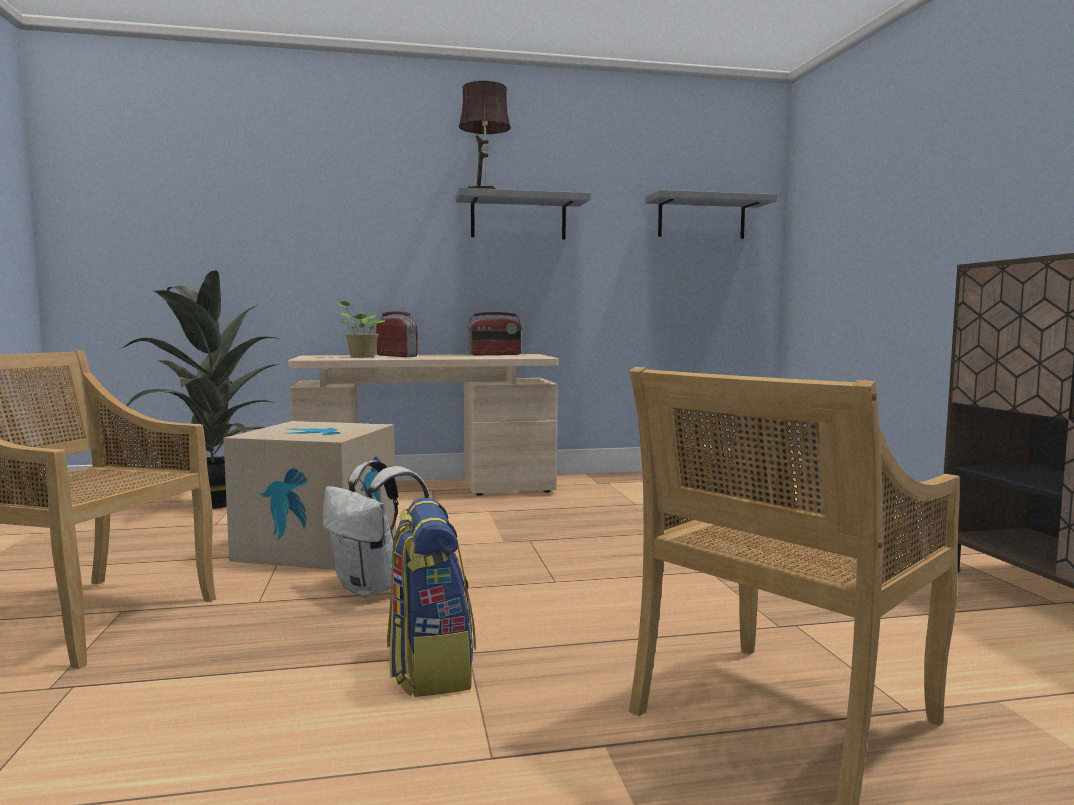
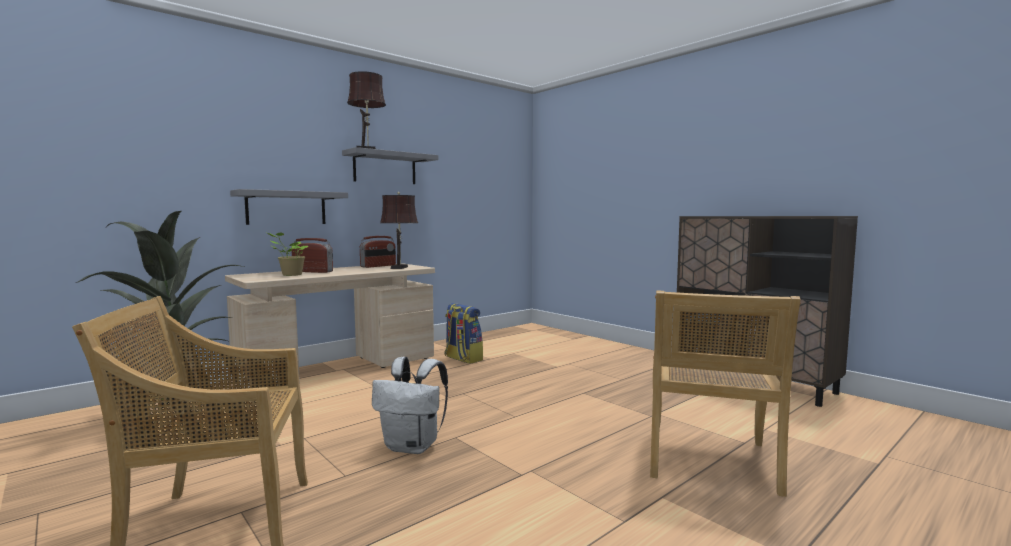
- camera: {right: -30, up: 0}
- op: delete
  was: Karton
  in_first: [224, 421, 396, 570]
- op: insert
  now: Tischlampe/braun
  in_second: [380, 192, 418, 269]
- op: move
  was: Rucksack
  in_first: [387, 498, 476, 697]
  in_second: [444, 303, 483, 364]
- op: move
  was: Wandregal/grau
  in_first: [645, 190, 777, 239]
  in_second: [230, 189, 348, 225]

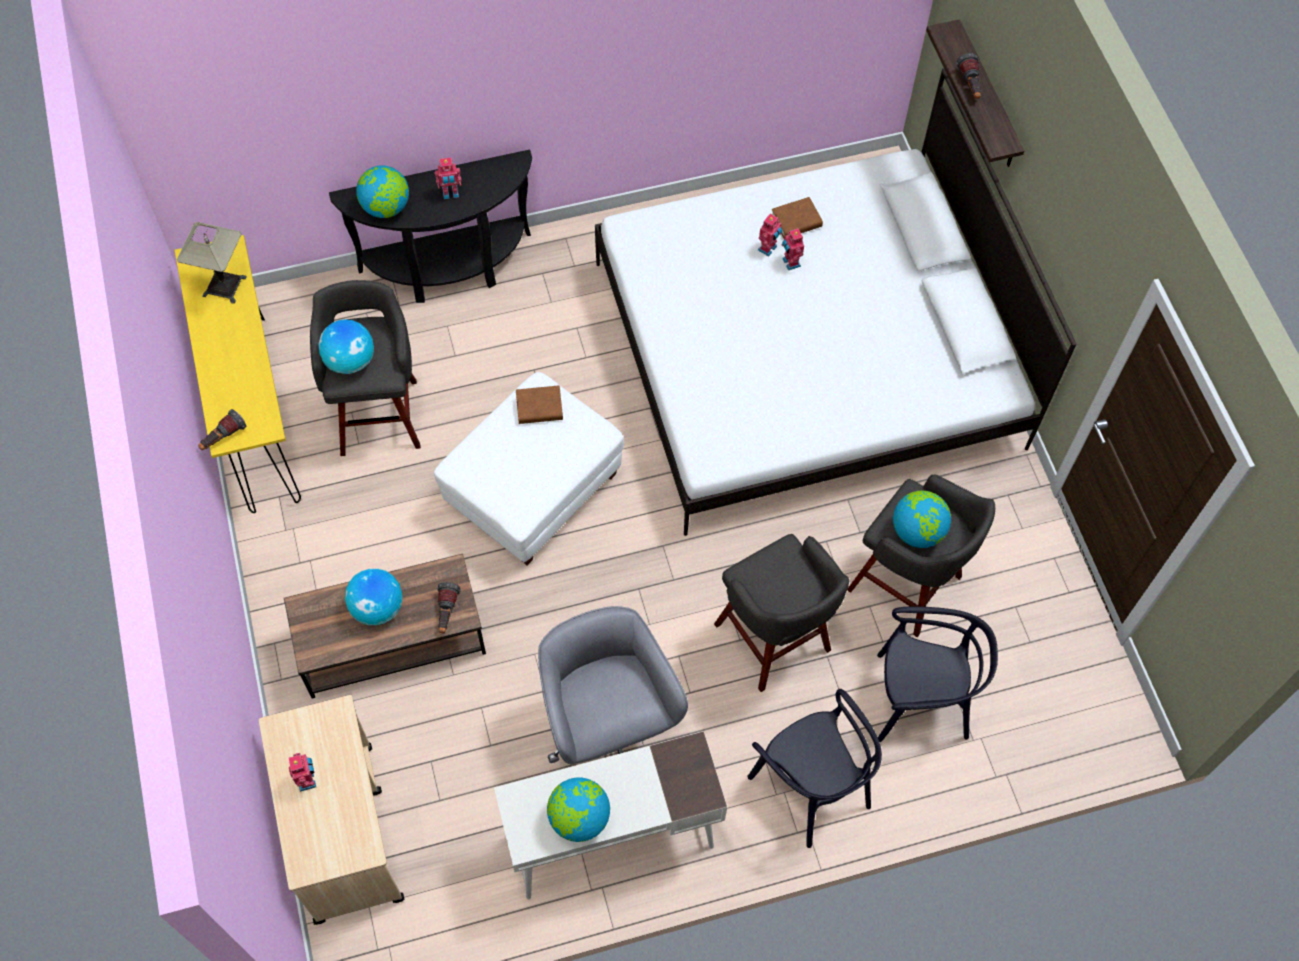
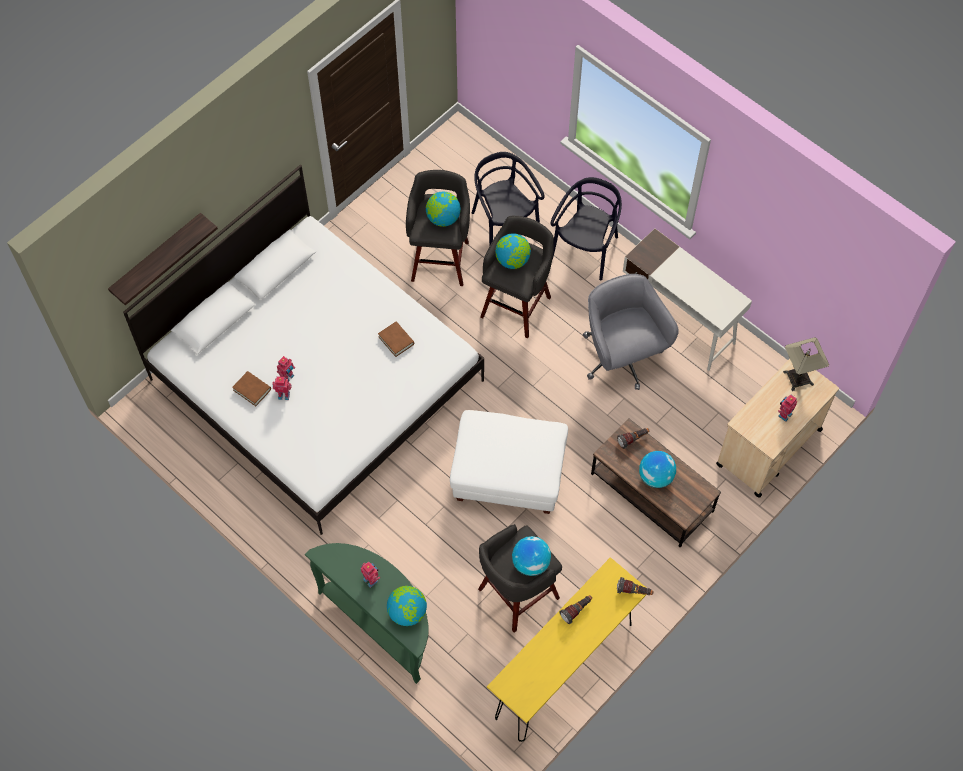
- camera: {right: -120, up: 0}
- op: move
  was: Tischlampe
  in_first: [177, 222, 247, 304]
  in_second: [783, 337, 829, 391]
- op: move
  was: Buch/braun
  in_first: [516, 385, 563, 424]
  in_second: [378, 322, 414, 357]
- op: move
  was: Globus
  in_first: [547, 778, 610, 842]
  in_second: [495, 234, 531, 269]
- op: move
  was: Taschenlampe
  in_first: [956, 53, 981, 99]
  in_second: [560, 595, 592, 624]
- op: recolor
  was: Konsolentisch/schwarz
  now: Konsolentisch/grün
  in_first: [329, 149, 532, 303]
  in_second: [305, 543, 429, 684]
- op: rotate
  was: Bürostuhl/grau
  in_first: [538, 606, 688, 765]
  in_second: [583, 274, 679, 390]
  clockwise: 120

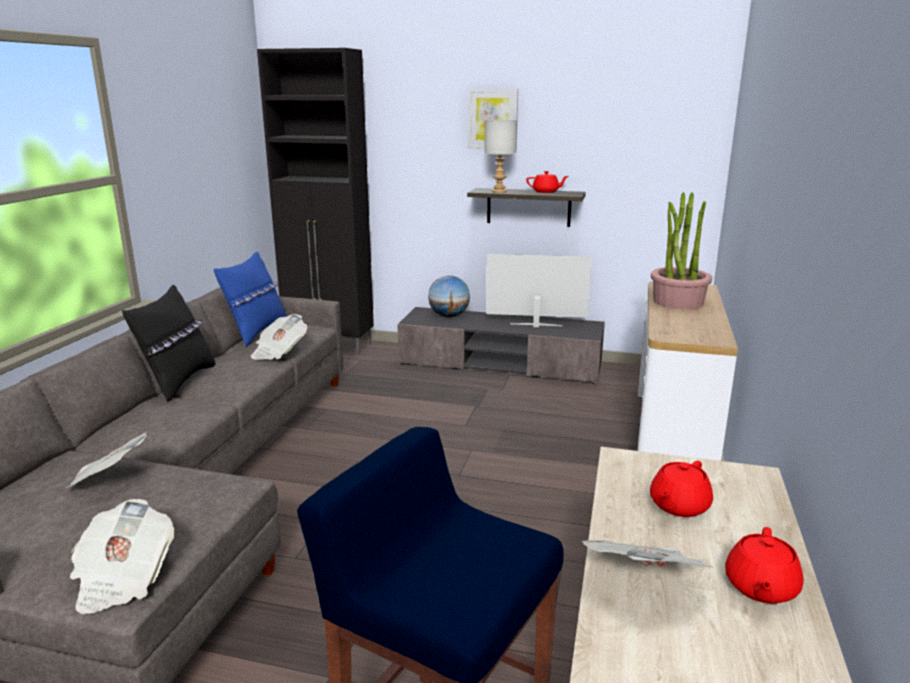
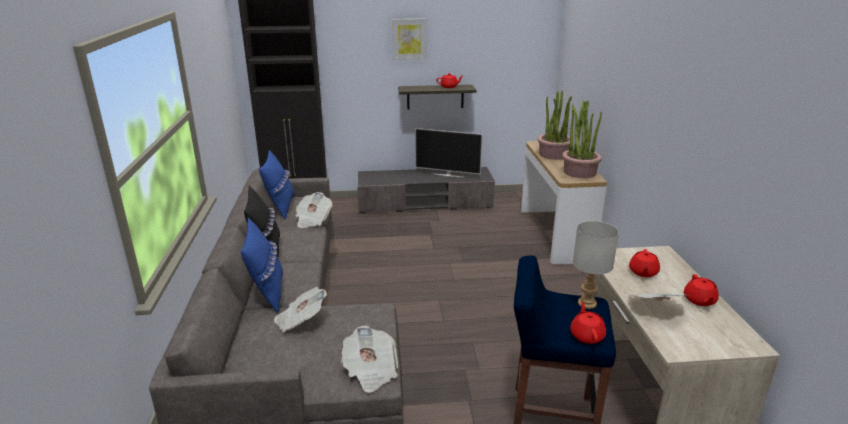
- camera: {right: -20, up: 5}
- op: delete
  was: Globus
  in_first: [428, 275, 470, 317]
- op: insert
  now: Kissen/blau
  in_second: [241, 218, 283, 313]
- op: insert
  now: Topfpflanze
  in_second: [562, 100, 602, 178]
- op: insert
  now: Teekanne/rot
  in_second: [570, 302, 606, 344]
- op: move
  was: Tischlampe/grau
  in_first: [484, 120, 517, 193]
  in_second: [573, 221, 619, 309]
- op: rotate
  was: Fernseher
  in_first: [486, 254, 592, 327]
  in_second: [415, 128, 483, 177]
  clockwise: -150

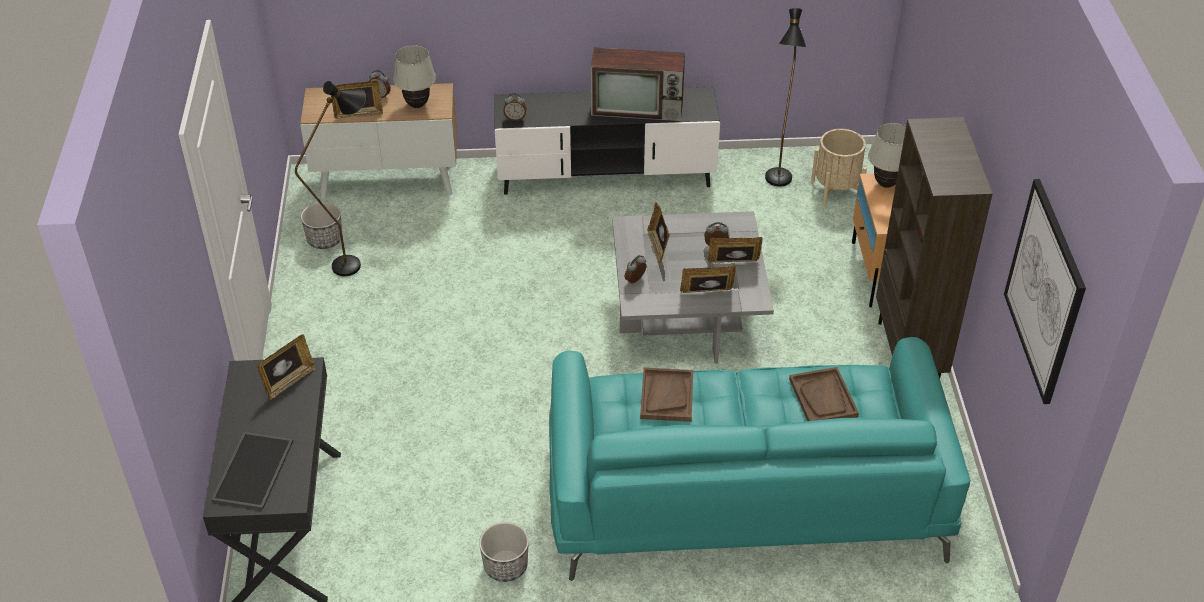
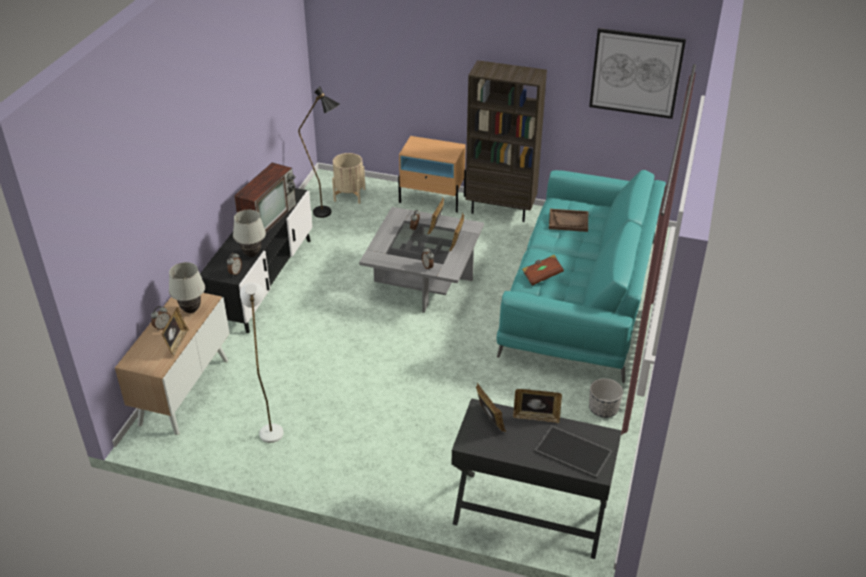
- camera: {right: -70, up: -5}
- op: delete
  was: Pflanzkübel
  in_first: [301, 202, 342, 249]
- op: move
  was: Bilderrahmen
  in_first: [647, 202, 670, 263]
  in_second: [513, 389, 562, 423]
- op: move
  was: Tischlampe/weiß
  in_first: [868, 123, 906, 188]
  in_second: [233, 209, 266, 257]
- op: replace
  was: Tablett/braun
  now: Buch/braun
  in_first: [640, 368, 693, 422]
  in_second: [522, 255, 564, 286]
- op: recolor
  was: Stehlampe/schwarz
  now: Stehlampe/weiß
  in_first: [295, 81, 366, 276]
  in_second: [240, 283, 284, 443]

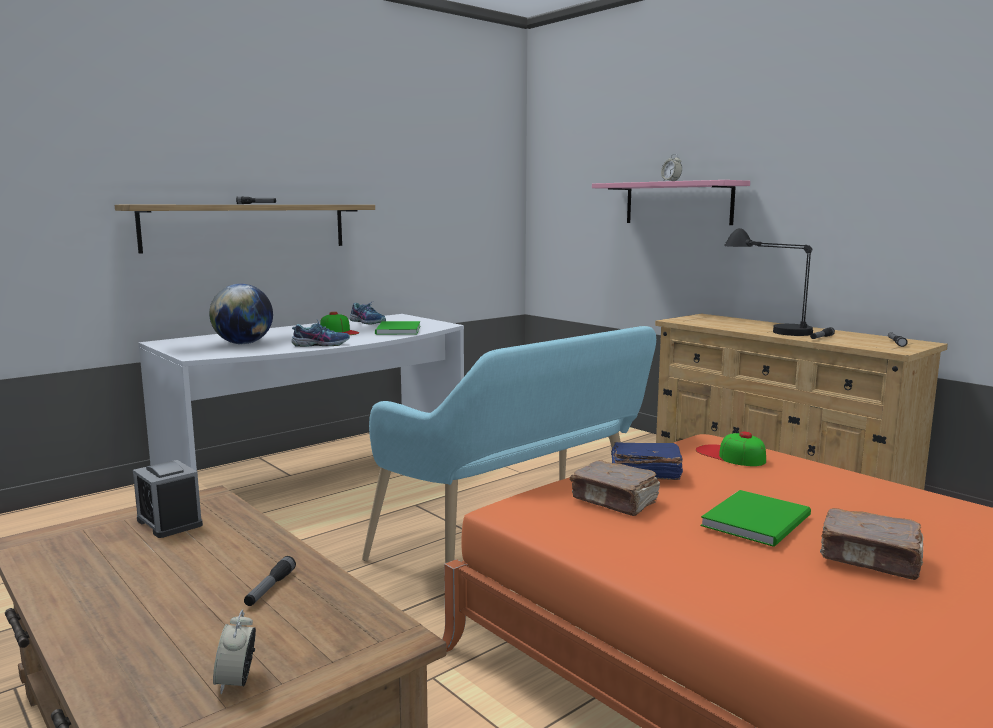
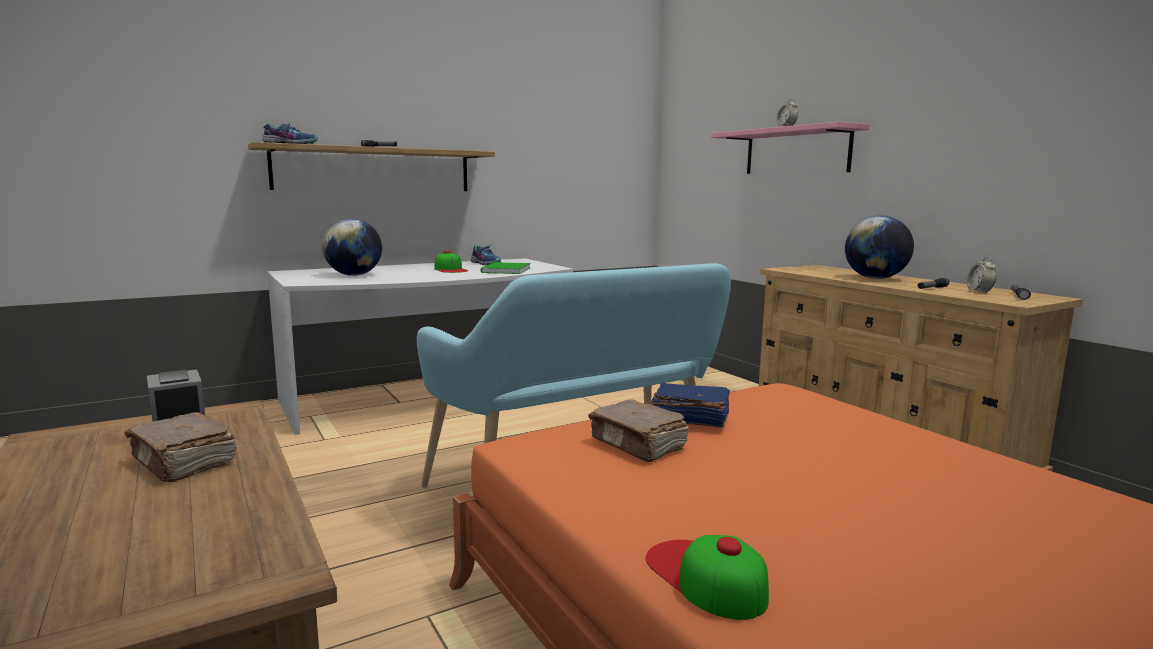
- camera: {right: 10, up: 0}
- op: delete
  was: Taschenlampe
  in_first: [244, 556, 296, 606]
- op: delete
  was: Buch/grün
  in_first: [701, 490, 811, 547]
- op: move
  was: Wecker
  in_first: [213, 609, 256, 694]
  in_second: [967, 257, 996, 293]
- op: move
  was: Schuh
  in_first: [292, 319, 350, 347]
  in_second: [262, 123, 318, 144]
- op: move
  was: Kappe
  in_first: [696, 431, 766, 466]
  in_second: [646, 535, 769, 620]
- op: move
  was: Buch/braun
  in_first: [820, 508, 924, 580]
  in_second: [125, 412, 238, 482]
- op: replace
  was: Tischlampe/schwarz
  now: Globus
  in_first: [724, 228, 813, 336]
  in_second: [845, 215, 914, 279]

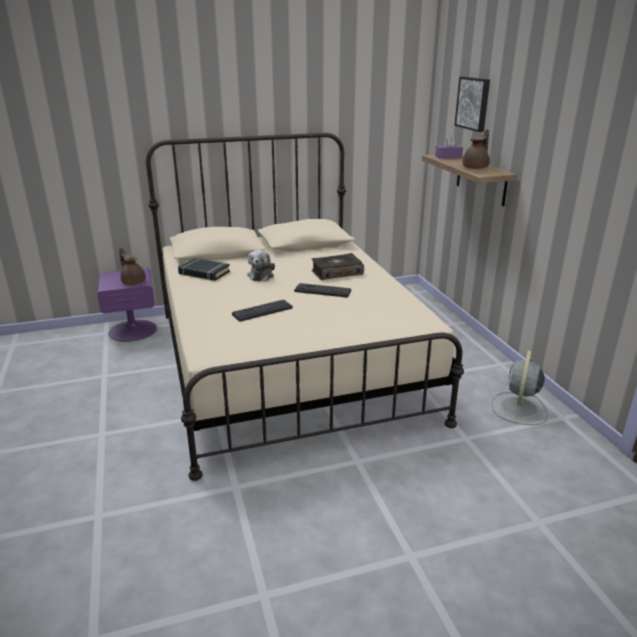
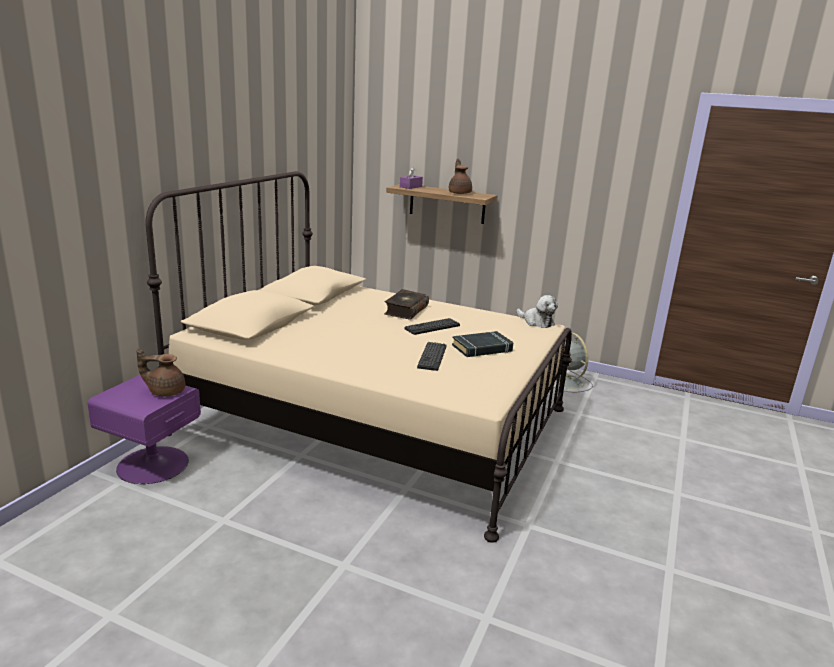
- camera: {right: -50, up: -5}
- op: delete
  was: Bild
  in_first: [454, 77, 490, 132]
- op: move
  was: Buch/schwarz
  in_first: [178, 258, 230, 281]
  in_second: [452, 331, 513, 357]
- op: move
  was: Plüschtier
  in_first: [247, 250, 275, 281]
  in_second: [517, 295, 558, 328]

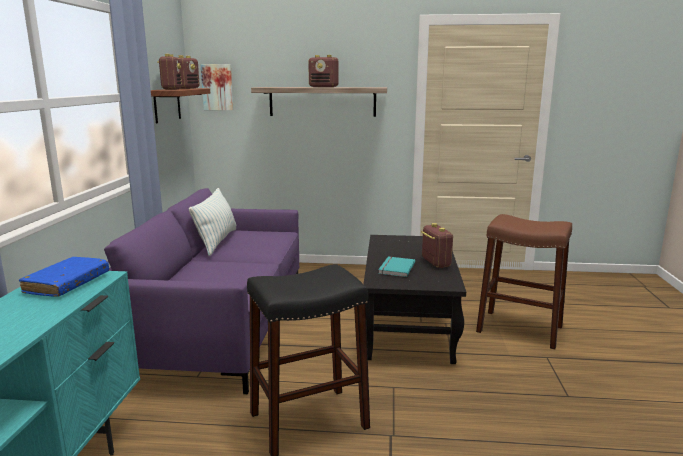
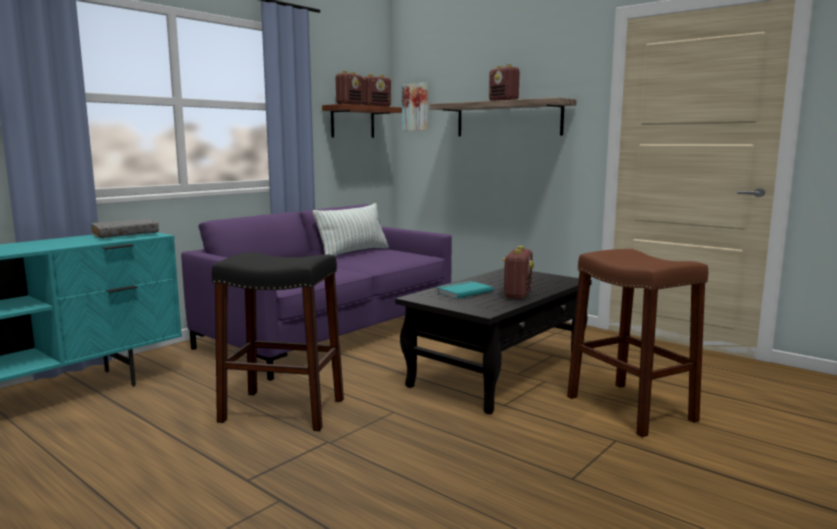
- camera: {right: 35, up: -5}
- op: recolor
  was: Buch/blau
  now: Buch/grau
  in_first: [19, 257, 109, 297]
  in_second: [91, 218, 159, 238]

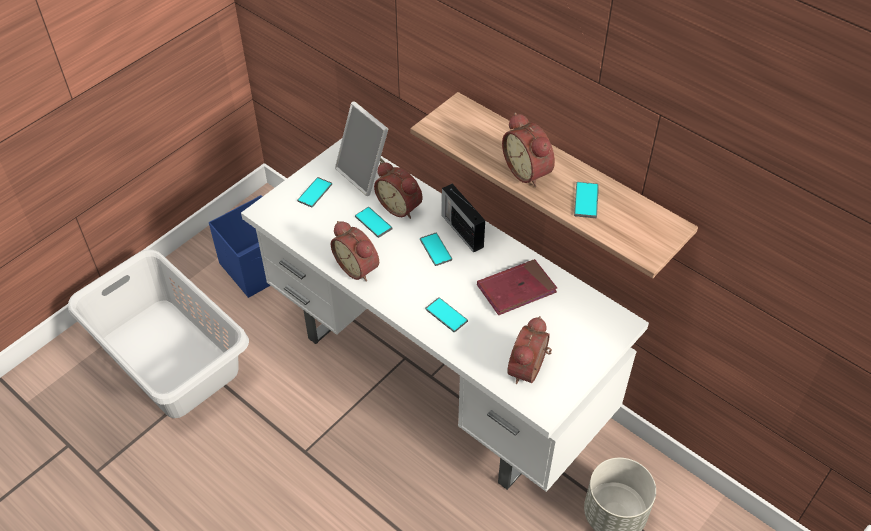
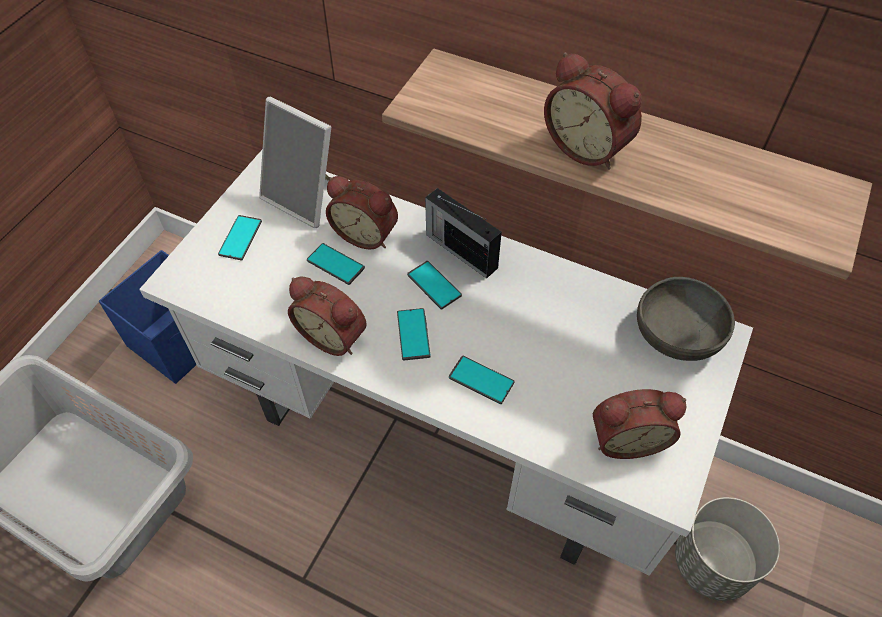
- camera: {right: -15, up: 5}
- op: delete
  was: Buch/rot
  in_first: [477, 259, 557, 315]
- op: insert
  now: Schüssel/grau
  in_second: [637, 277, 735, 361]
- op: move
  was: Handy
  in_first: [574, 182, 599, 218]
  in_second: [397, 308, 431, 361]
- op: rotate
  was: Wecker
  in_first: [507, 316, 552, 384]
  in_second: [593, 389, 687, 459]
  clockwise: -105

